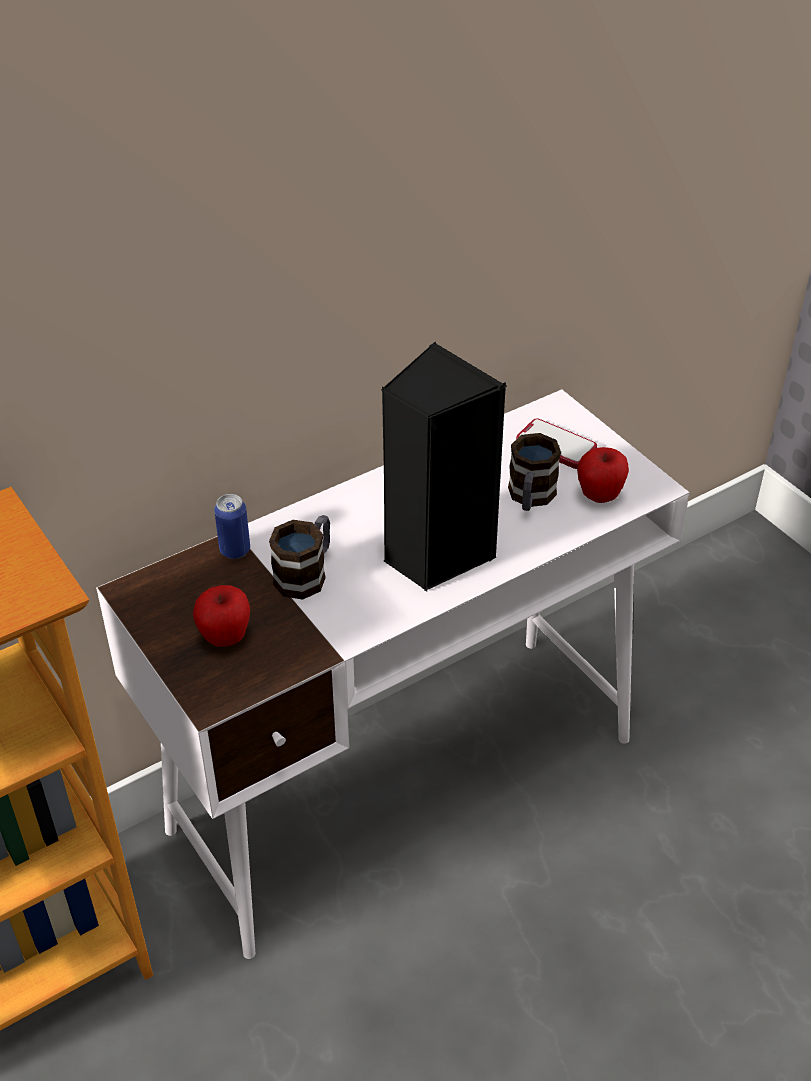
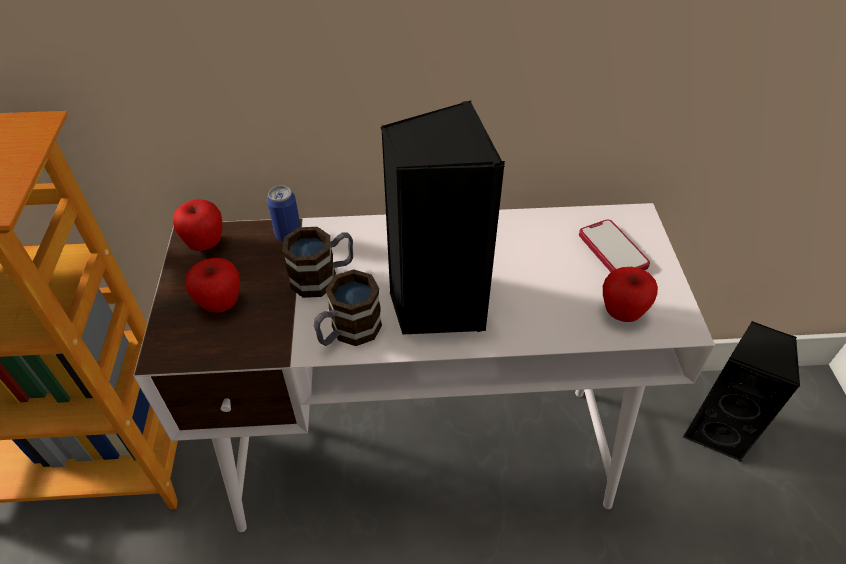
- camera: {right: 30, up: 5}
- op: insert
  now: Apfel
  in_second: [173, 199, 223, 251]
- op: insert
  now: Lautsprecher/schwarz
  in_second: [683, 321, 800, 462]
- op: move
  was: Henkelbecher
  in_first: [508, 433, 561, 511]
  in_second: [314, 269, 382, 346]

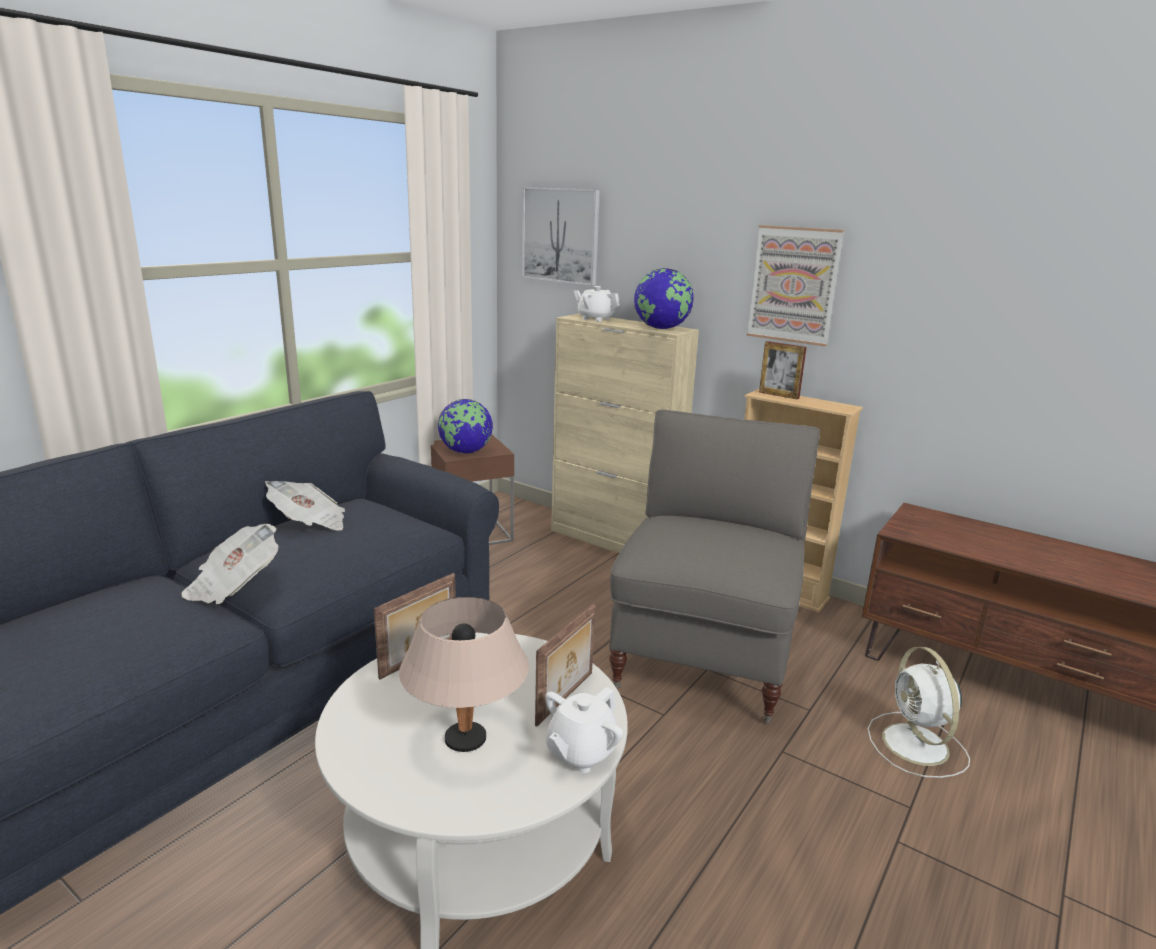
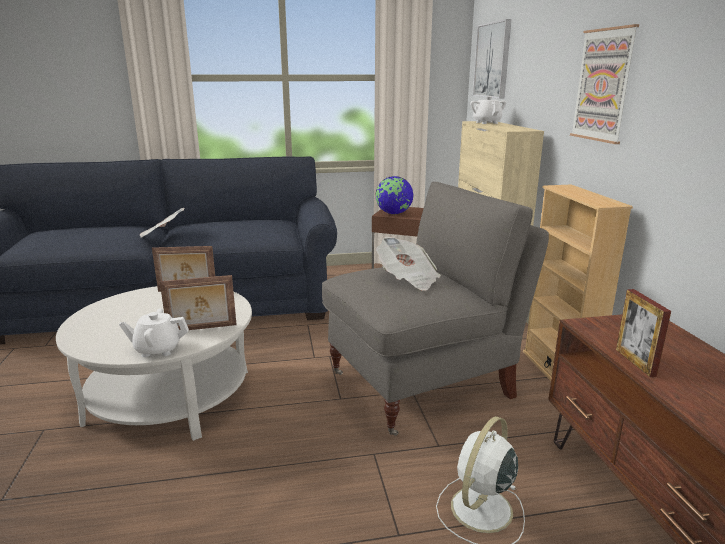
- camera: {right: 45, up: 0}
- op: delete
  was: Tischlampe/beige
  in_first: [399, 597, 529, 752]
- op: delete
  was: Globus
  in_first: [634, 268, 694, 329]
- op: move
  was: Zeitung
  in_first: [265, 481, 345, 531]
  in_second: [376, 237, 441, 291]
- op: move
  was: Bilderrahmen
  in_first: [759, 341, 807, 400]
  in_second: [616, 289, 671, 377]

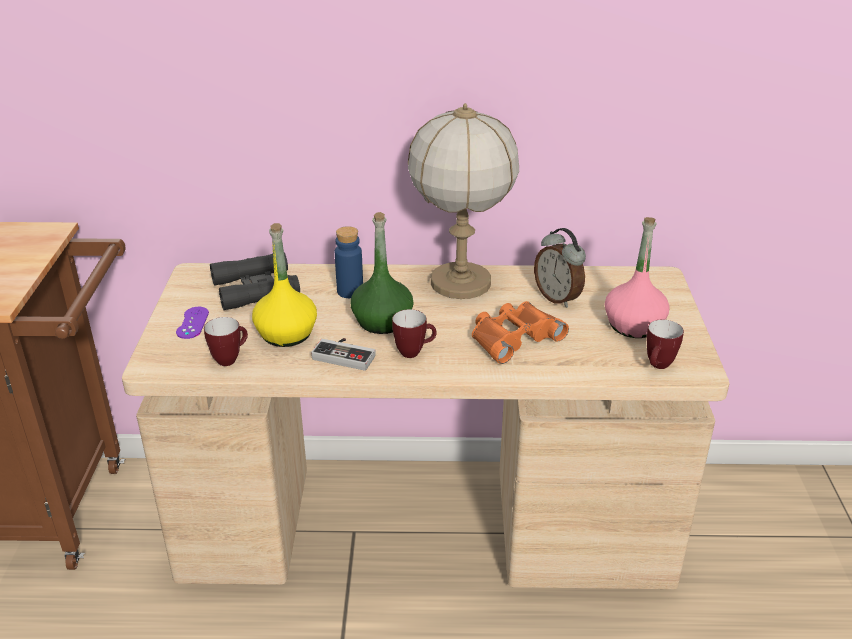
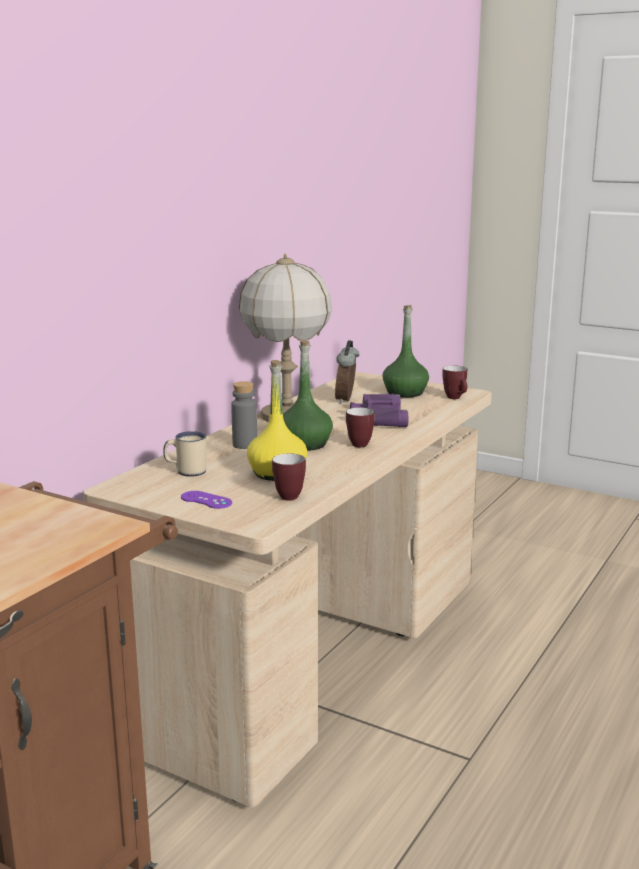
- camera: {right: -60, up: -15}
- op: delete
  was: Gamepad
  in_first: [311, 338, 376, 371]
- op: replace
  was: Fernglas/schwarz
  now: Henkelbecher/beige
  in_first: [210, 253, 300, 310]
  in_second: [163, 431, 207, 477]
- op: recolor
  was: Flasche/blau
  now: Flasche/grau
  in_first: [335, 226, 363, 298]
  in_second: [231, 381, 257, 449]
- op: recolor
  was: Fernglas/orange
  now: Fernglas/lila
  in_first: [472, 301, 569, 364]
  in_second: [350, 394, 408, 427]
- op: recolor
  was: Flasche/rosa
  now: Flasche/grün
  in_first: [605, 217, 670, 338]
  in_second: [382, 305, 429, 397]
- op: rotate
  was: Wecker
  in_first: [534, 228, 586, 308]
  in_second: [335, 340, 359, 404]
  clockwise: 105

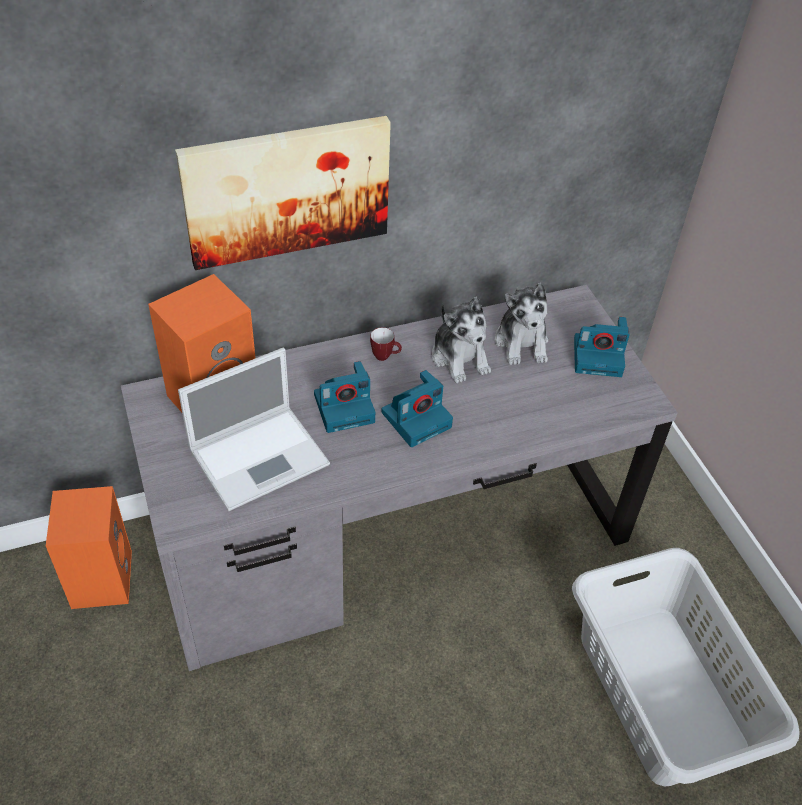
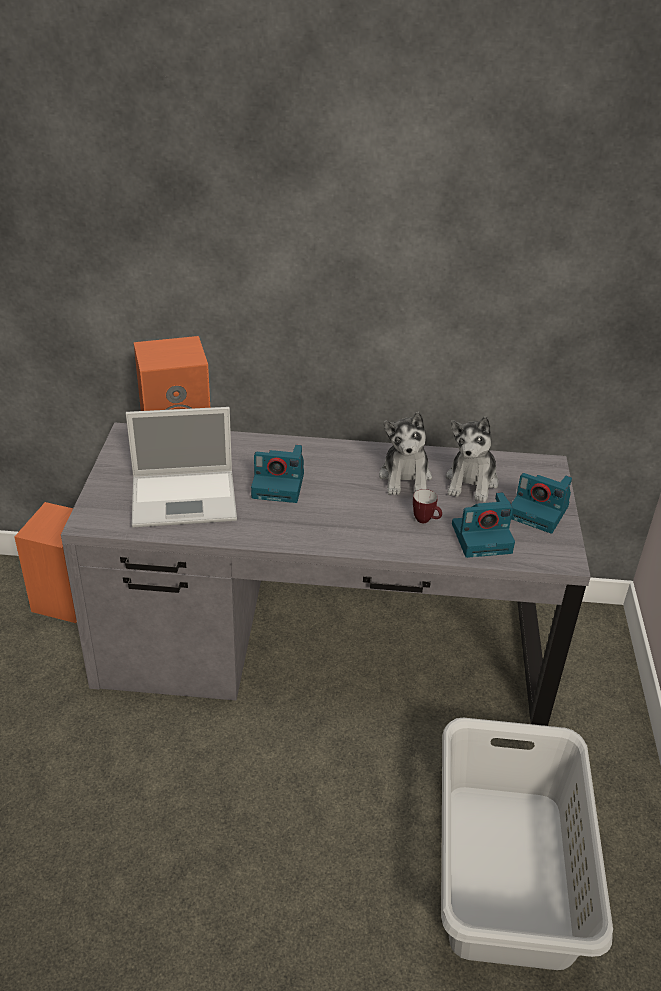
- camera: {right: 25, up: -10}
- op: delete
  was: Bild
  in_first: [175, 116, 391, 270]
- op: move
  was: Henkelbecher
  in_first: [370, 327, 402, 361]
  in_second: [413, 489, 442, 523]
- op: move
  was: Kamera
  in_first: [381, 370, 453, 447]
  in_second: [452, 492, 515, 558]

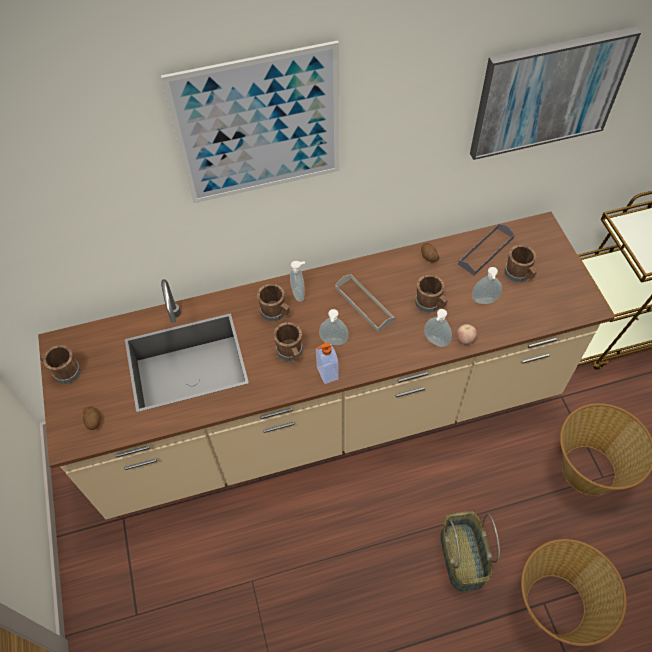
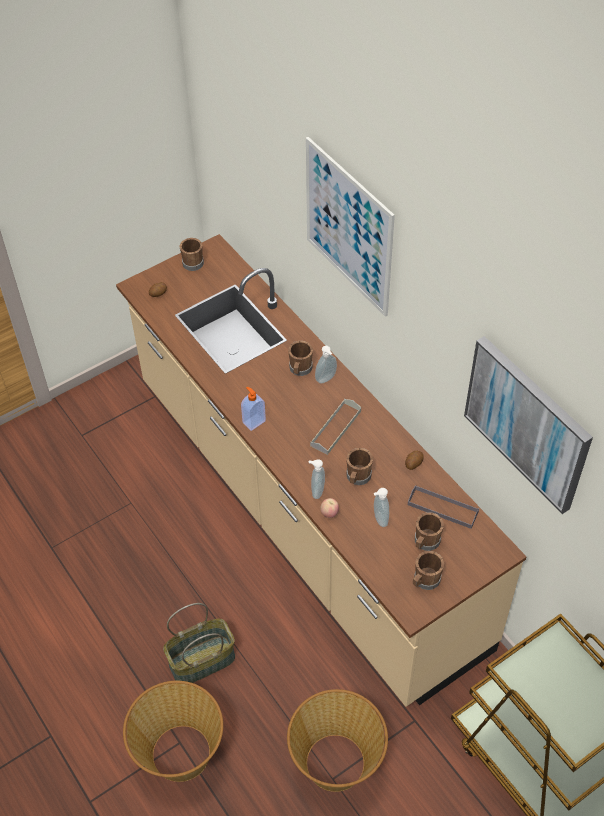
- camera: {right: 70, up: -5}
- op: delete
  was: Seifenspender
  in_first: [319, 309, 349, 345]
- op: move
  was: Henkelbecher/braun
  in_first: [273, 322, 303, 361]
  in_second: [413, 551, 444, 590]

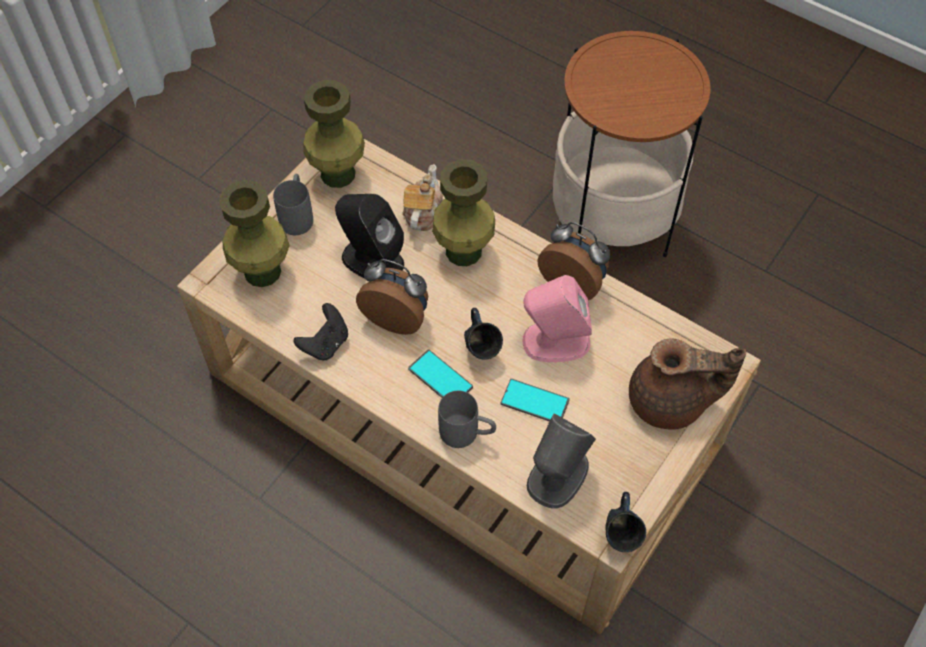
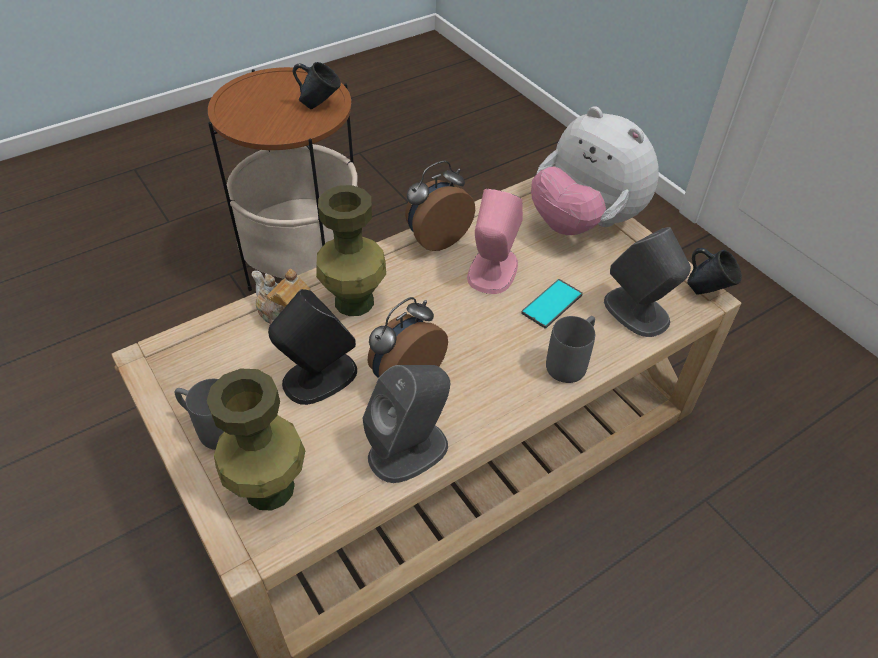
- camera: {right: -70, up: -10}
- op: delete
  was: Vase/grün
  in_first: [303, 80, 365, 188]
- op: delete
  was: Handy
  in_first: [408, 349, 473, 398]
- op: move
  was: Henkelbecher/blau
  in_first: [464, 308, 503, 360]
  in_second: [293, 62, 341, 109]
- op: replace
  was: Gamepad/schwarz
  now: Lautsprecher/grau
  in_first: [294, 303, 348, 361]
  in_second: [363, 365, 450, 483]
- op: replace
  was: Teekanne/braun
  now: Plüschtier
  in_first: [629, 338, 746, 430]
  in_second: [531, 106, 659, 235]

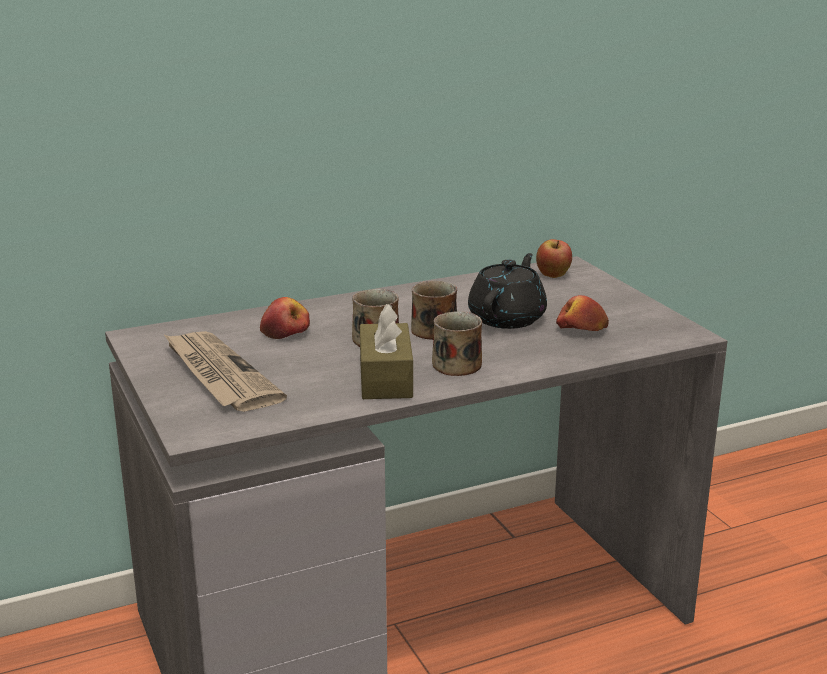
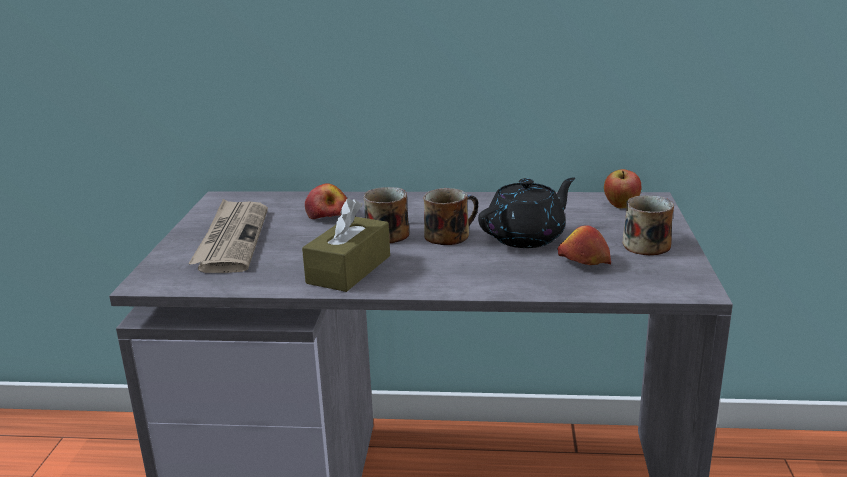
- camera: {right: 30, up: 0}
- op: move
  was: Henkelbecher
  in_first: [432, 311, 482, 376]
  in_second: [623, 195, 674, 255]

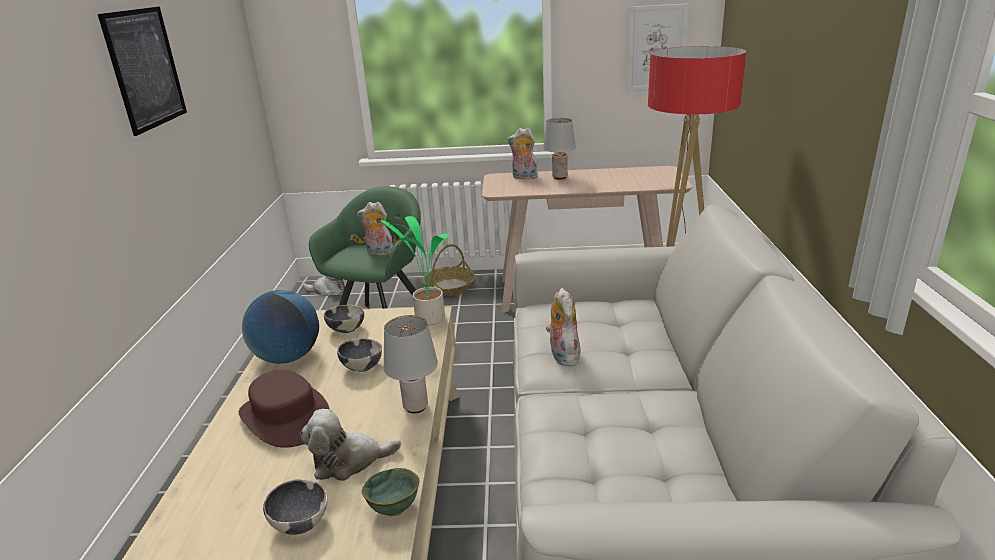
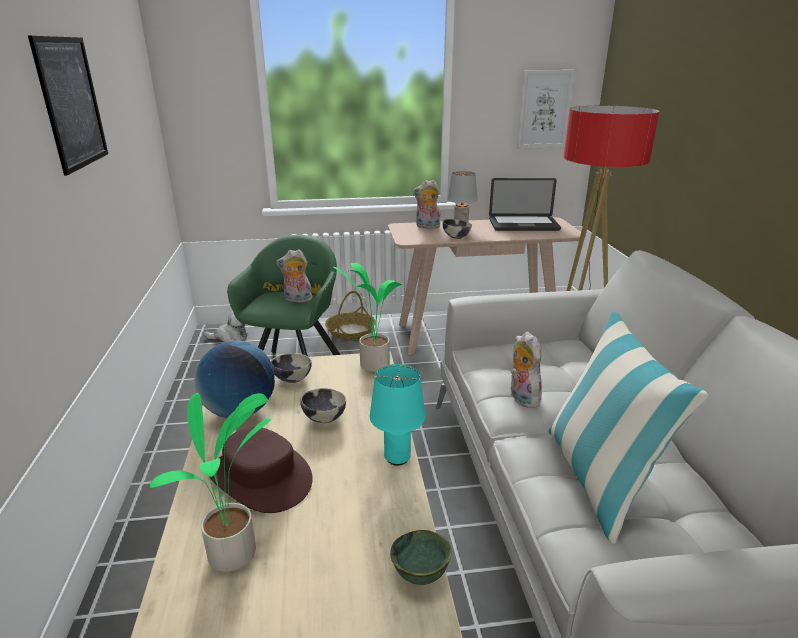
- camera: {right: -10, up: 0}
- op: delete
  was: Plüschtier
  in_first: [300, 409, 401, 481]
- op: insert
  now: Topfpflanze
  in_second: [150, 393, 271, 572]
- op: insert
  now: Laptop
  in_second: [489, 178, 561, 231]
- op: insert
  now: Kissen
  in_second: [548, 311, 709, 544]
- op: move
  was: Schüssel
  in_first: [263, 479, 328, 535]
  in_second: [442, 219, 472, 239]
- op: recolor
  was: Tischlampe/grau
  now: Tischlampe/türkis
  in_first: [384, 315, 438, 413]
  in_second: [370, 364, 426, 465]

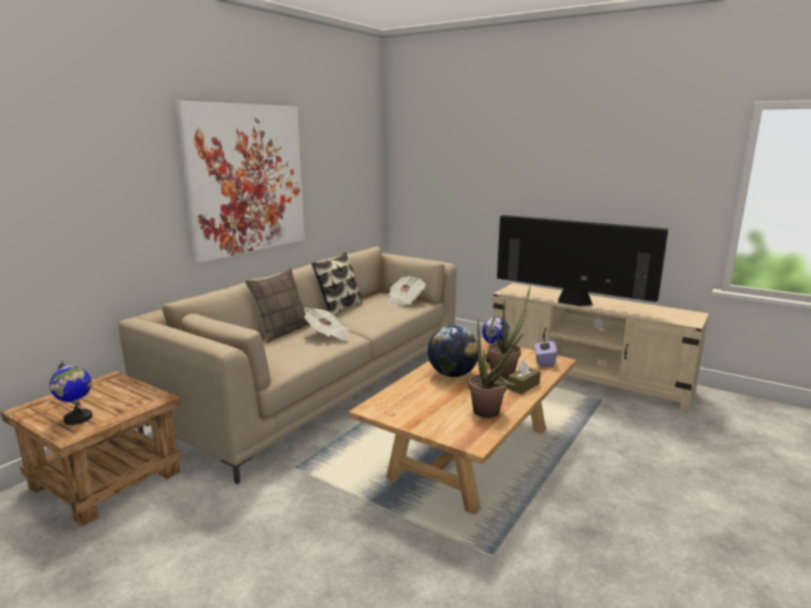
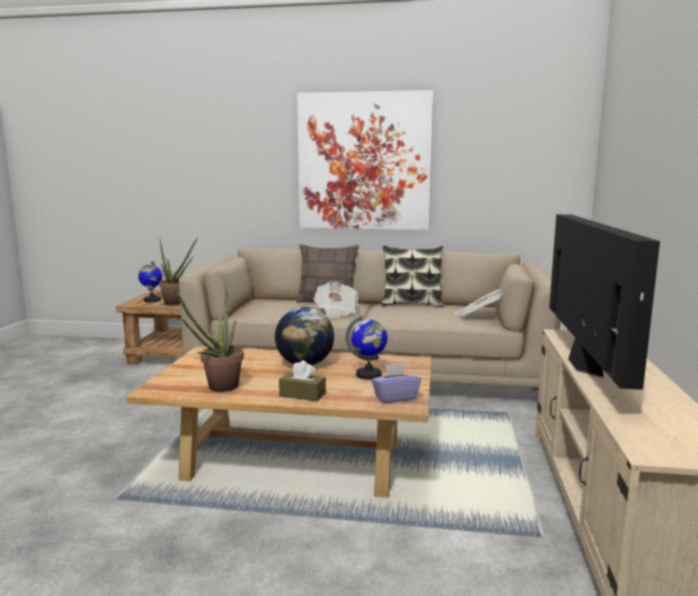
- camera: {right: 65, up: -5}
- op: move
  was: Topfpflanze
  in_first: [487, 285, 531, 380]
  in_second: [159, 238, 198, 305]

